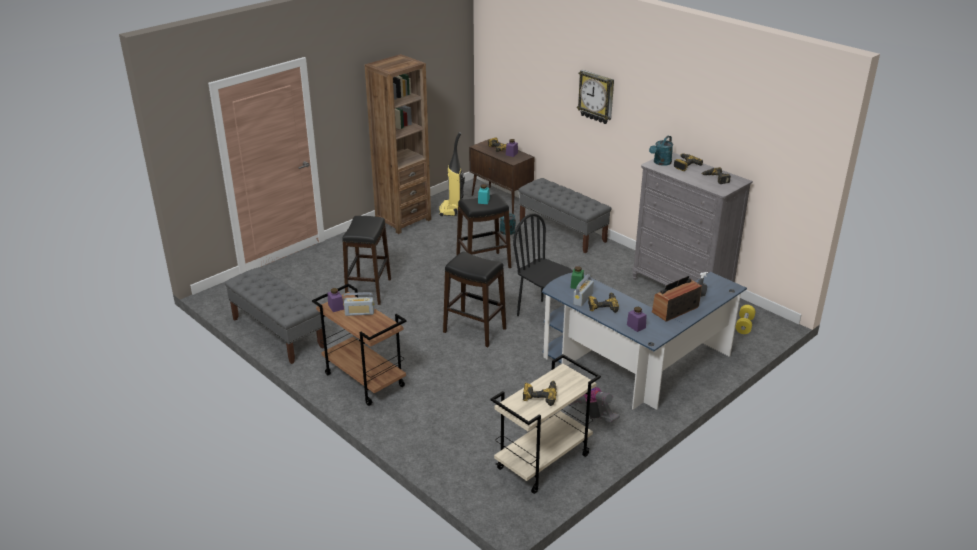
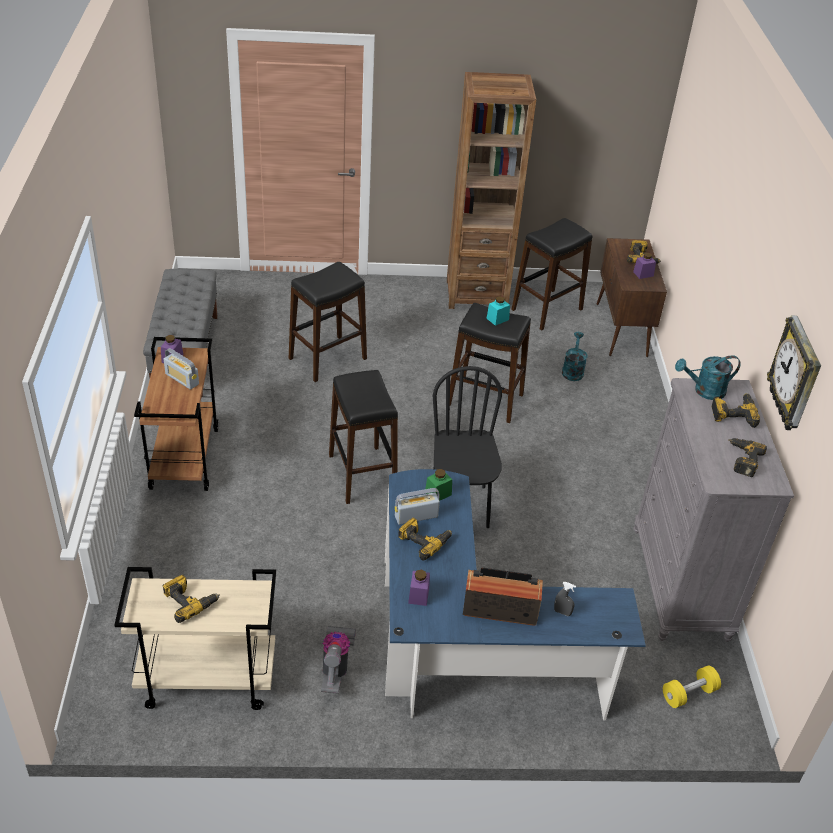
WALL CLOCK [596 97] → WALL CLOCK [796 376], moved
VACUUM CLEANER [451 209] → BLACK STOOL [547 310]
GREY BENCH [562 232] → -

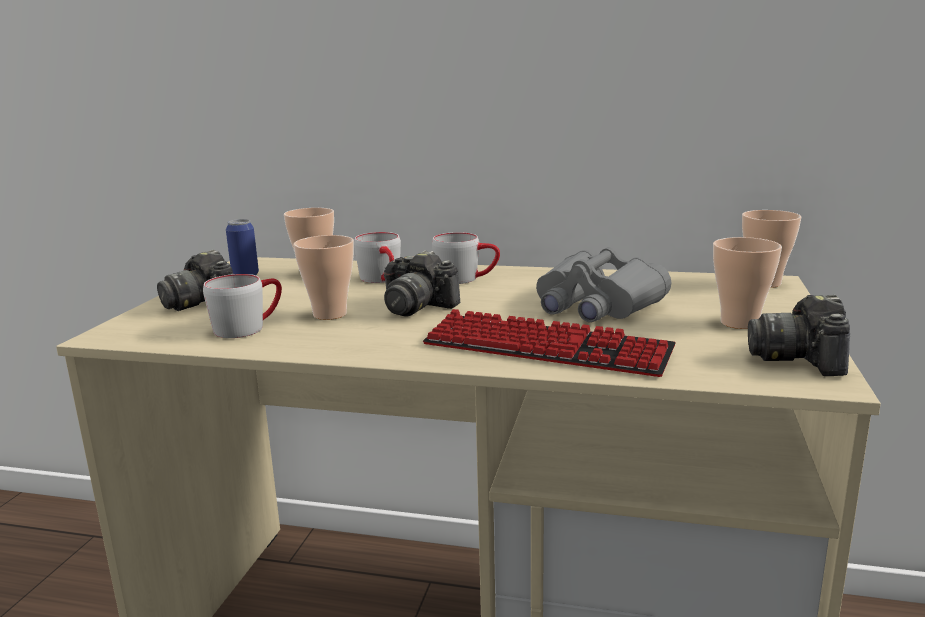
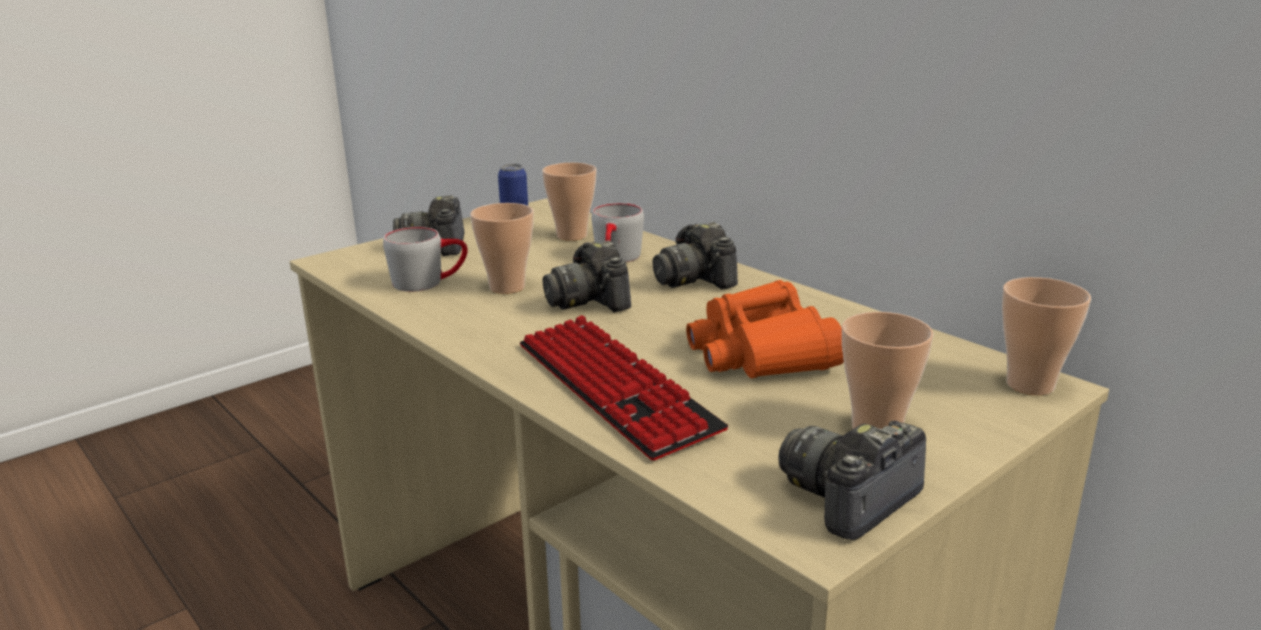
GREY MUG [467 279] → PHOTO CAMERA [695 279]
GREY BINOCULARS [595 305] → ORANGE BINOCULARS [760 352]

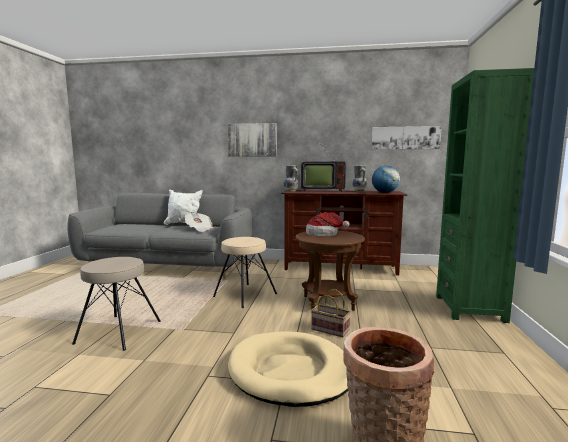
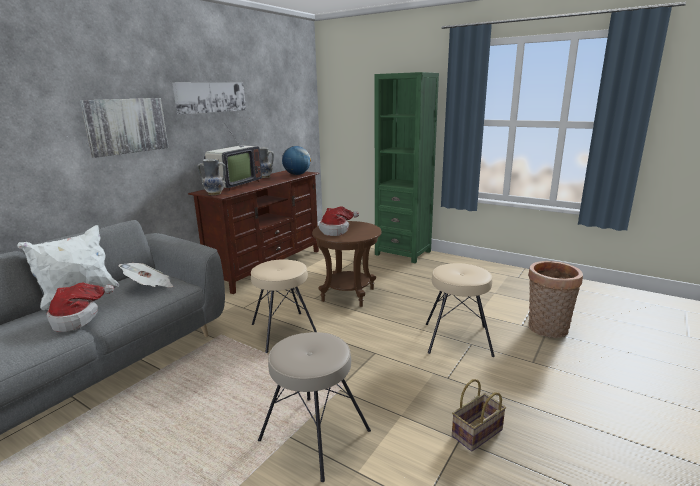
PICTURE [405 138] → PICTURE [210 97], moved
BASKET [329 329] → BASKET [477 434], moved
BEIGE DOG BED [290 372] → BEIGE STOOL [457 338]
- → HAT [78 318]

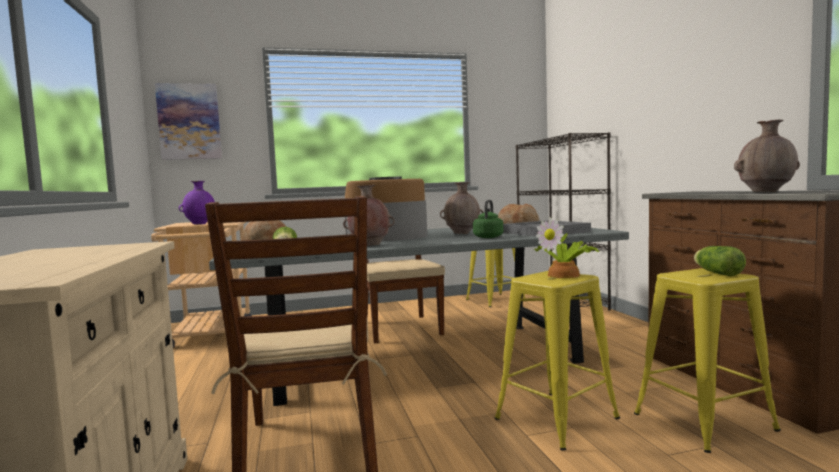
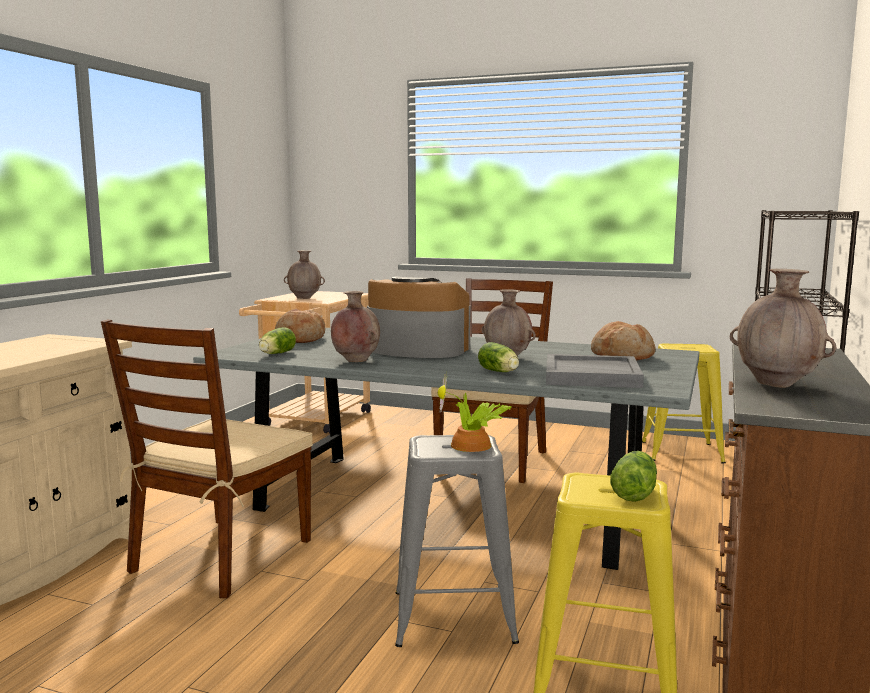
PICTURE [189 122] → -
PURPLE VASE [200 224] → BROWN VASE [304 298]
GREEN KETTLE [488 237] → LETTUCE [499 372]
YELLOW STOOL [556 418] → GREY STOOL [453 616]

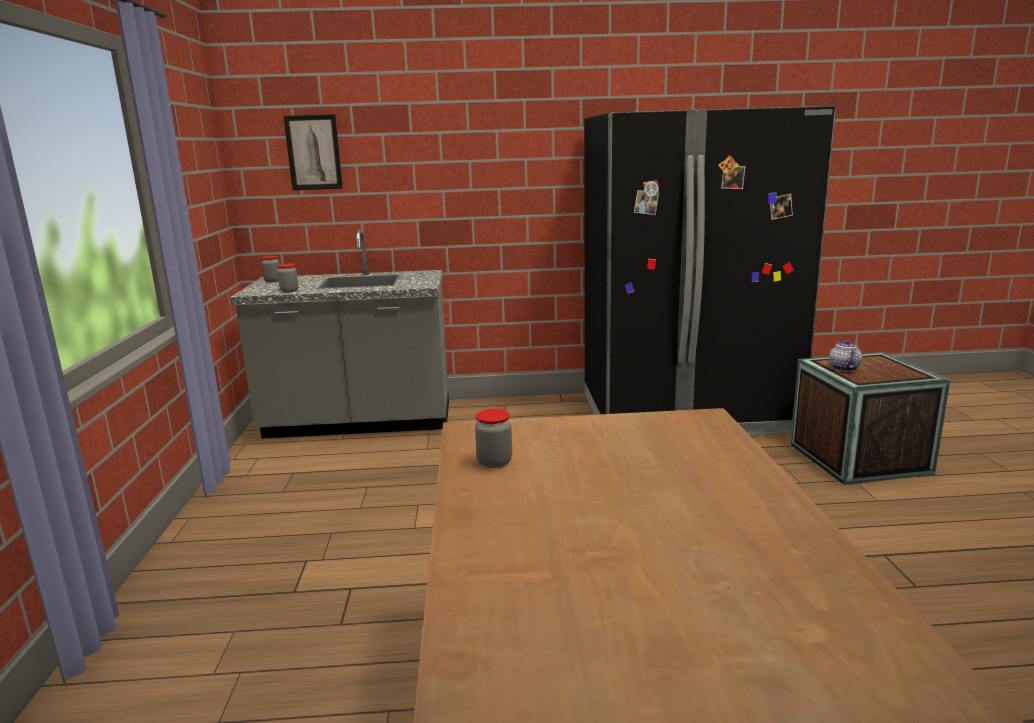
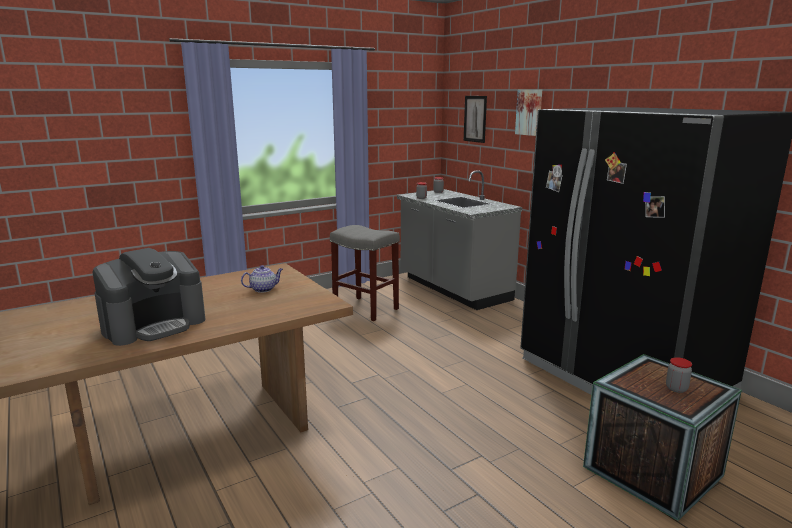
TEAPOT [843 368] → TEAPOT [263 289], moved
JAR [494 462] → JAR [676 388], moved
- → PICTURE [529 112]
- → GREY STOOL [366 309]
- → COFFEE MACHINE [154 325]

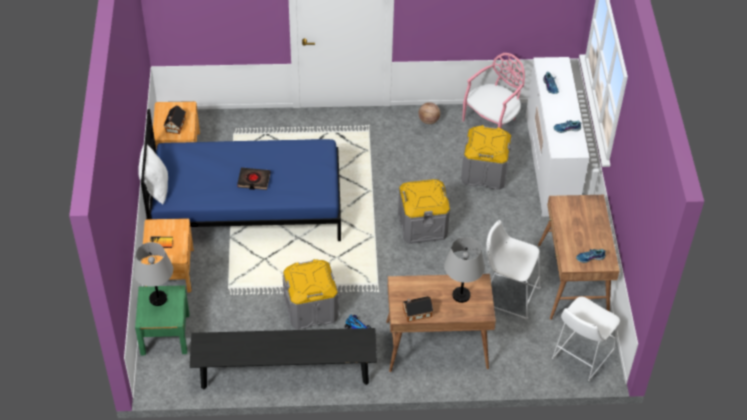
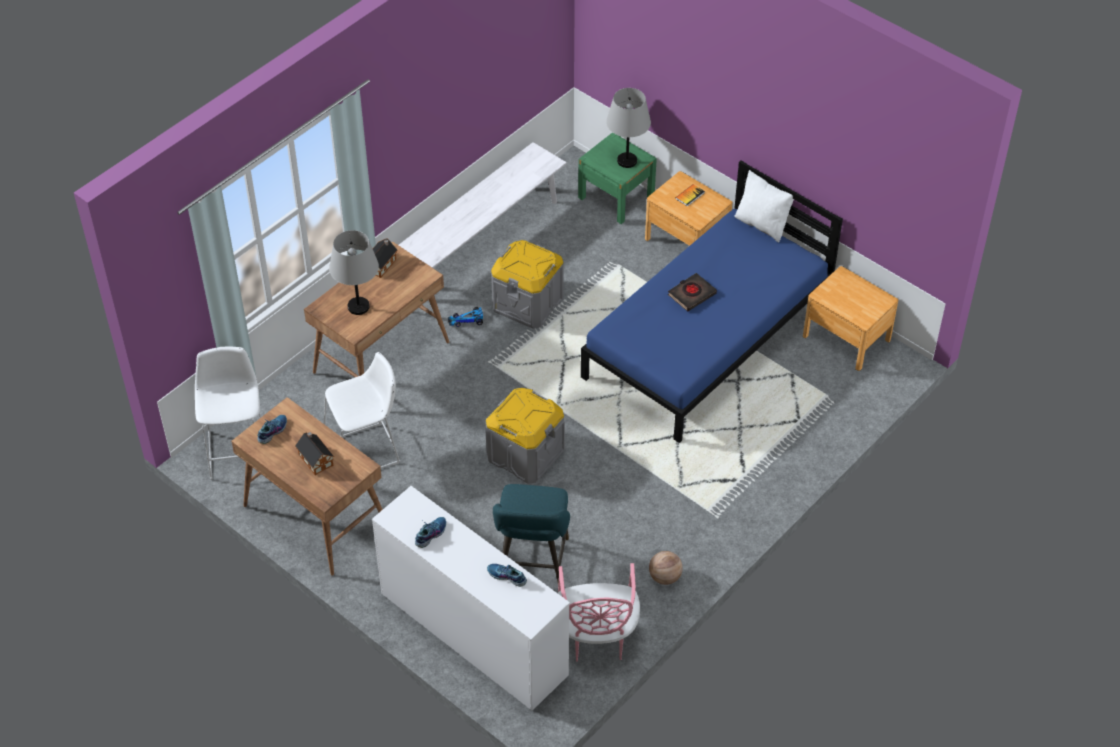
TOY HOUSE [175 126] → TOY HOUSE [315 459], moved
GREY STORAGE BOX [484 172] → TURQUOISE STOOL [532 564]
BLACK BENCH [285 373] → WHITE BENCH [482 242]

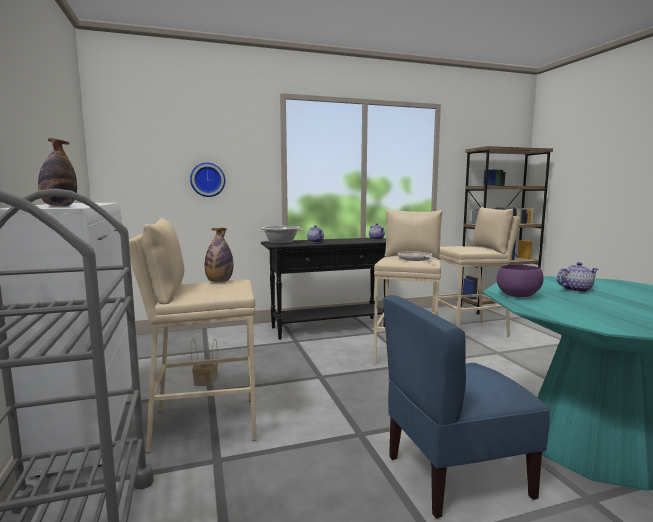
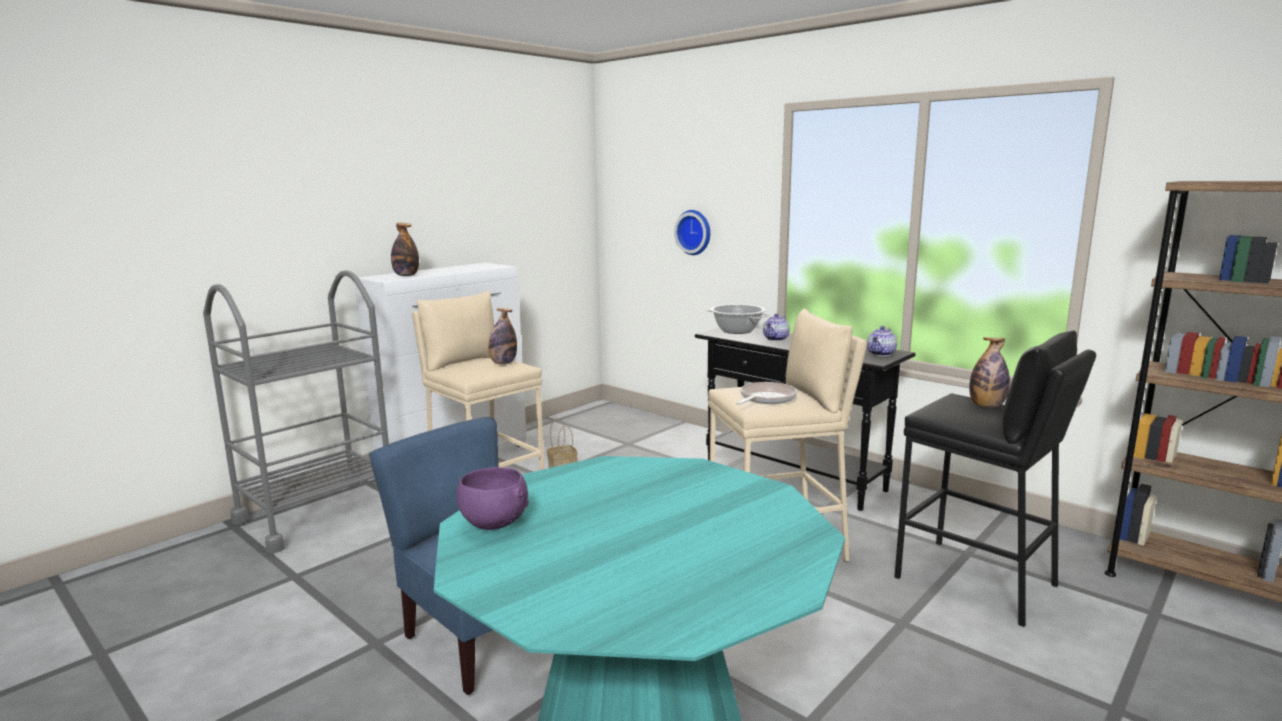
BEIGE STOOL [470 331] → BLACK STOOL [976 581]
TEAPOT [576 290] → -
PURPLE BOWL [517 296] → PURPLE BOWL [493 523], moved
- → BOTTLE [986 406]

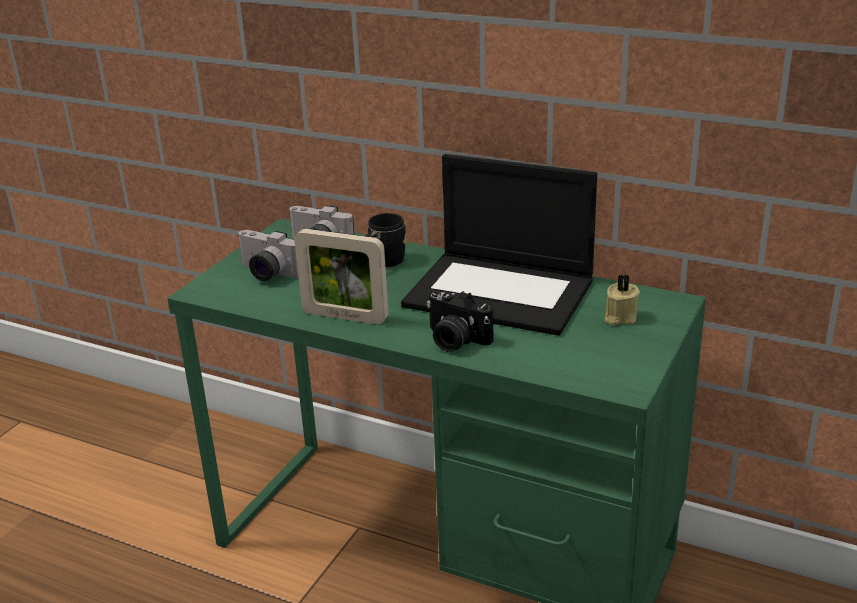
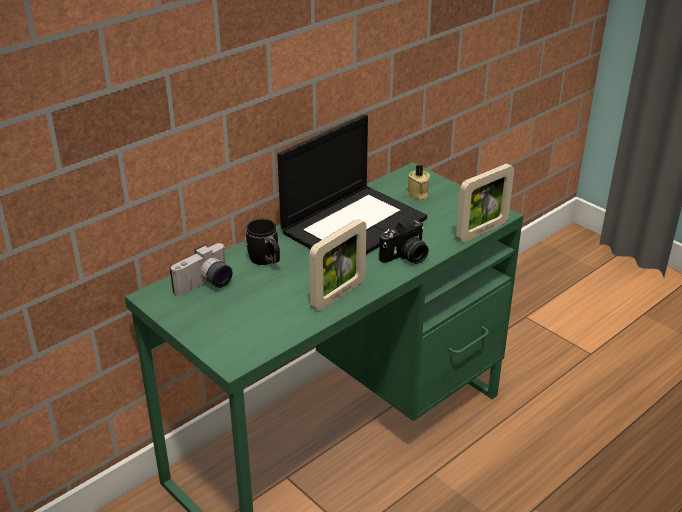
PHOTO CAMERA [266 274] → -
- → PICTURE FRAME [482 231]

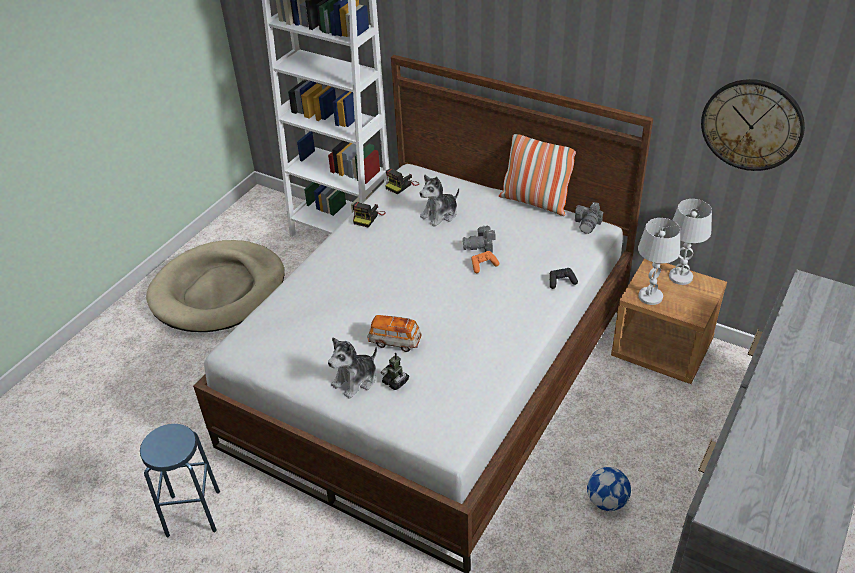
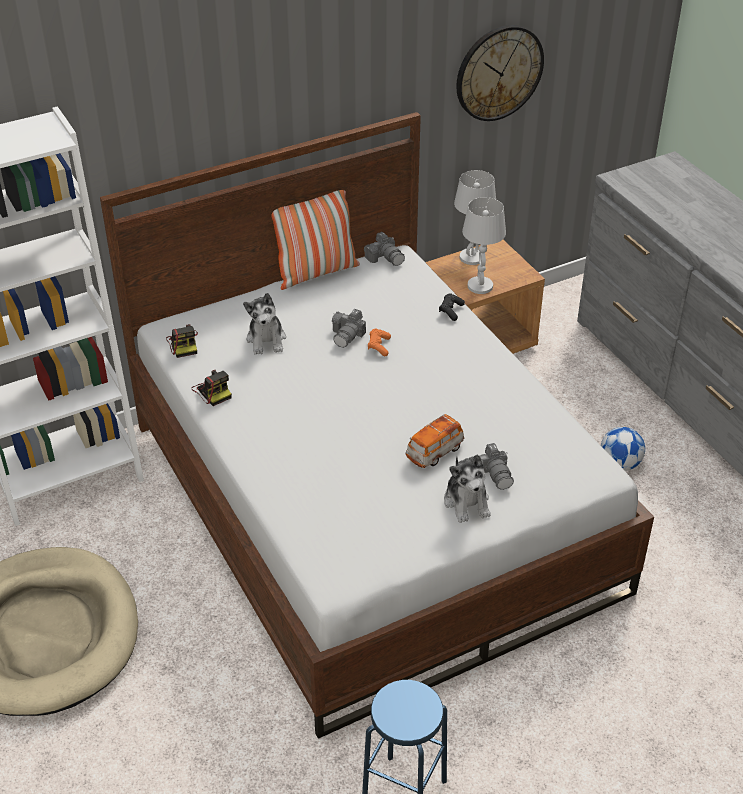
TOY ROBOT [395 381] → PHOTO CAMERA [492 474]

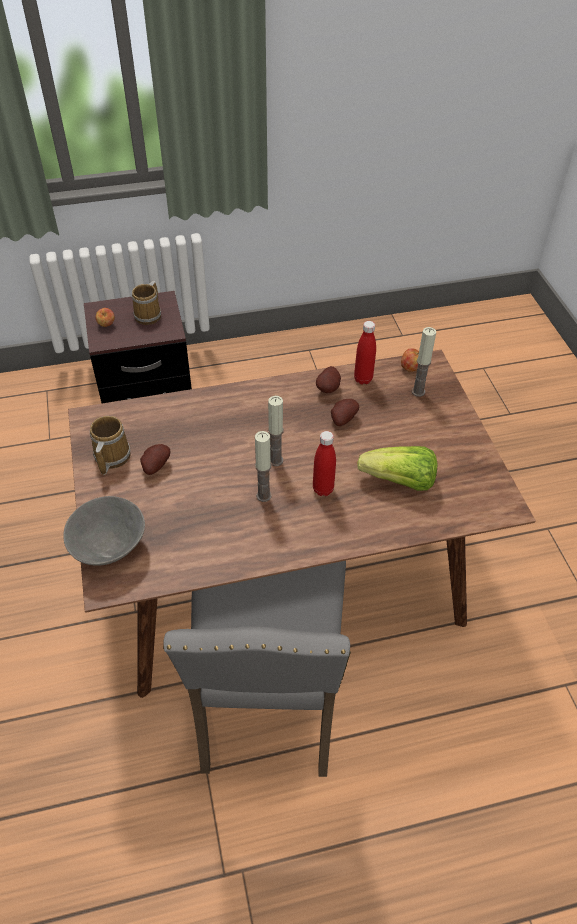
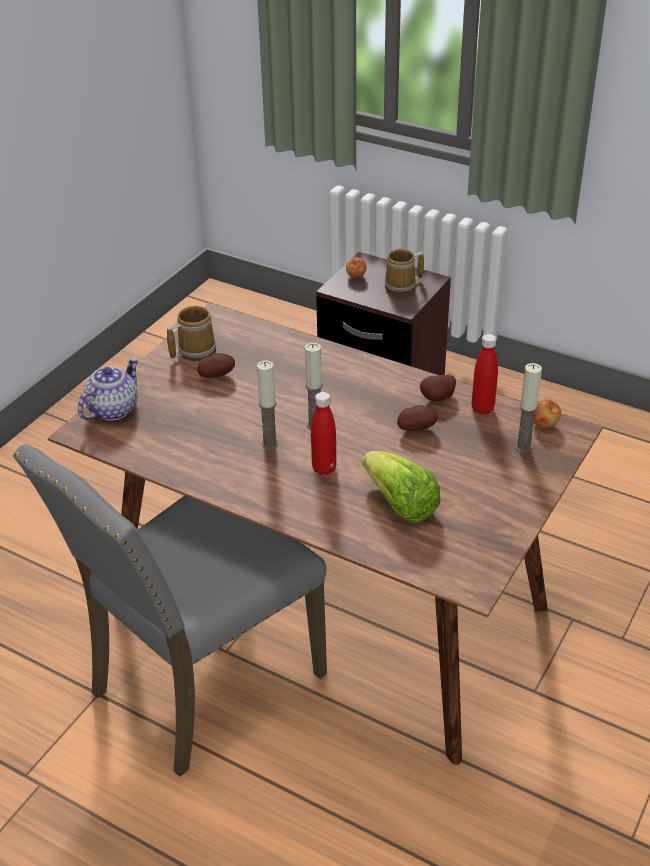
GREY BOWL [108 548] → TEAPOT [113 409]

